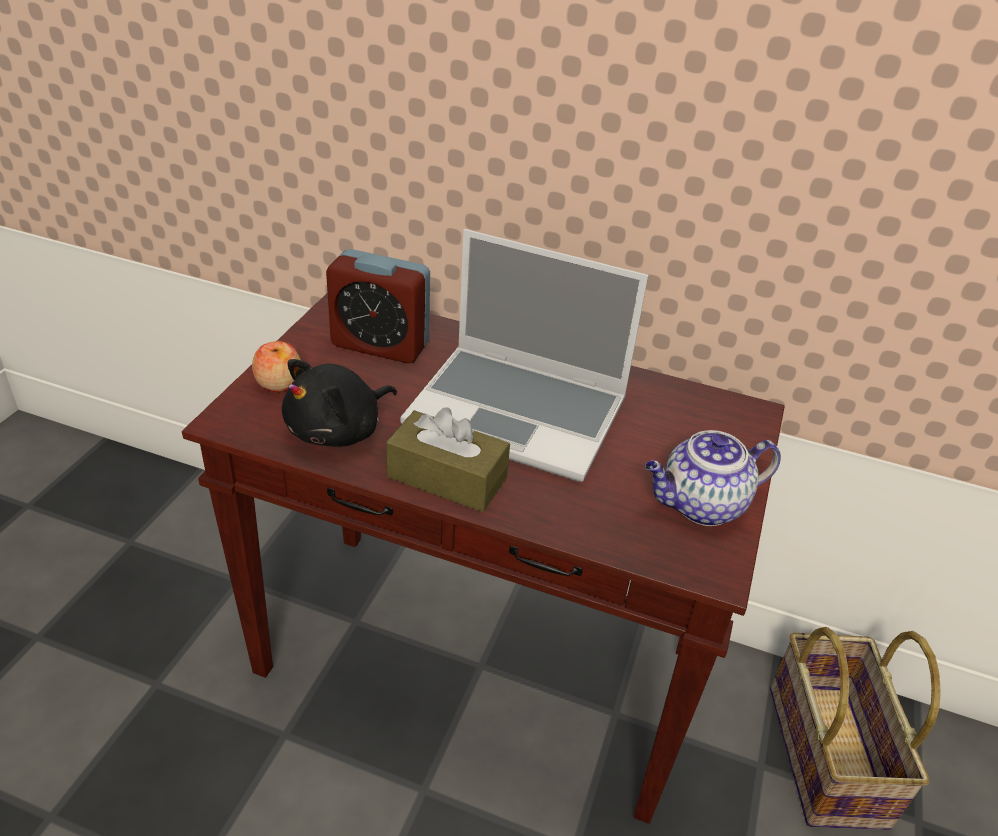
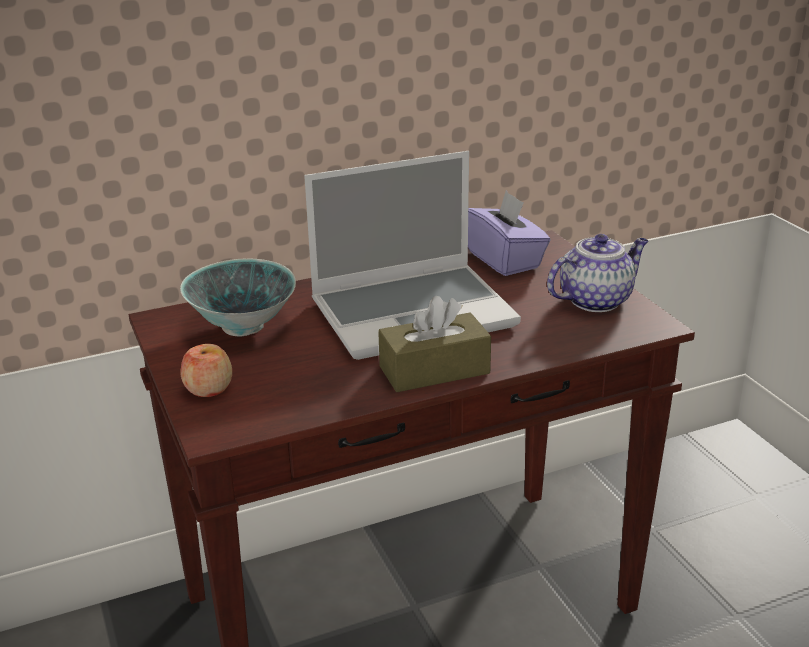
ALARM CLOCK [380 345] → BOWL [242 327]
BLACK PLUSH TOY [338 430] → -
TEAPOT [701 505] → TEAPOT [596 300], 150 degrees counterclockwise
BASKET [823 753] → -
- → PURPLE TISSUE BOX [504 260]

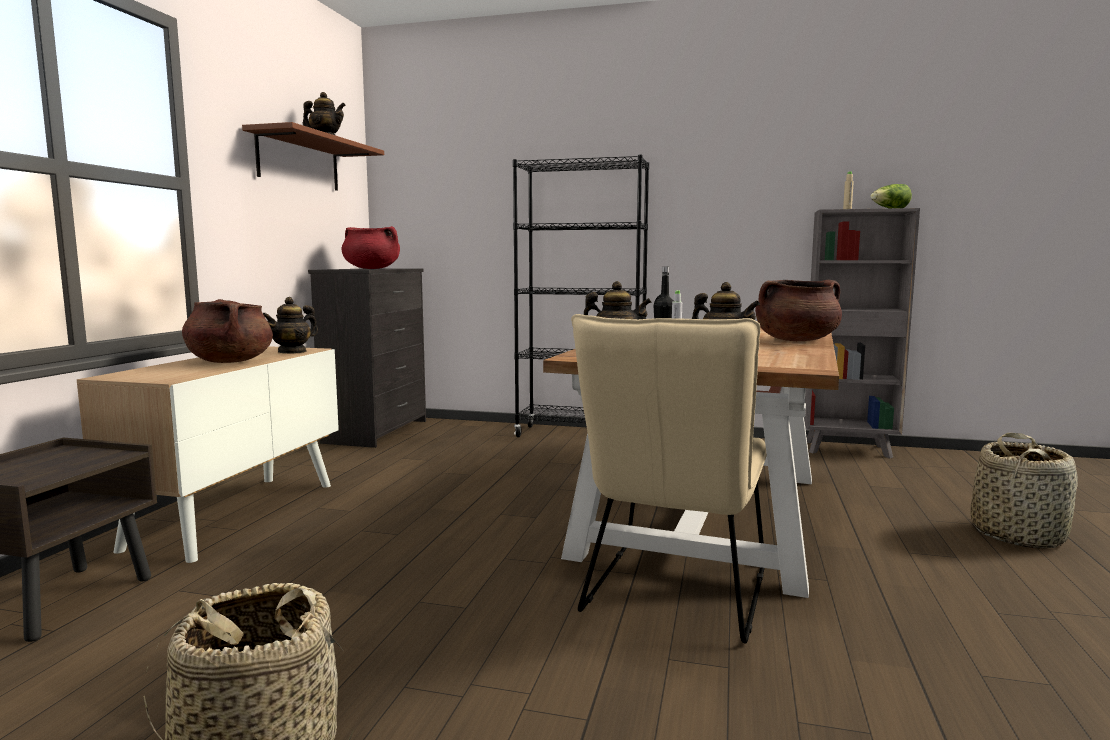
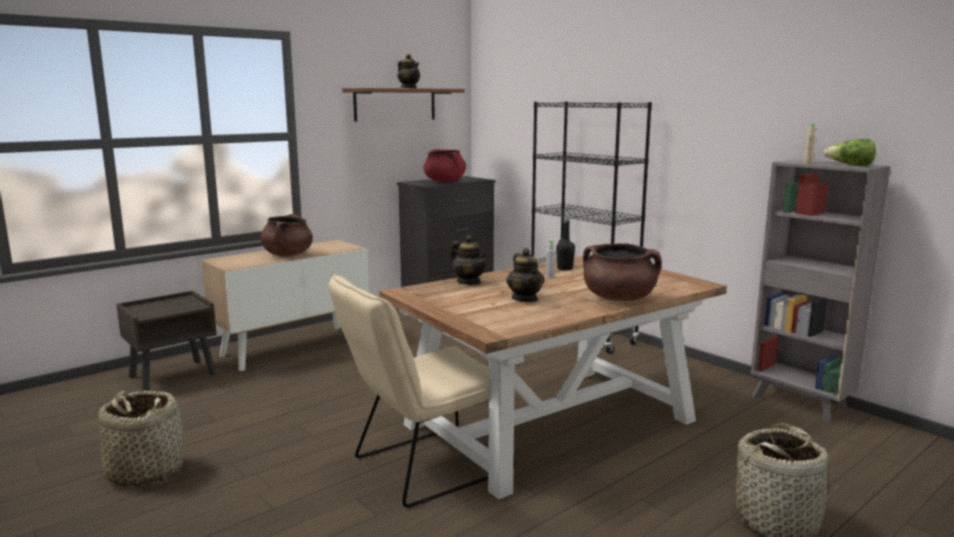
TEAPOT [292 352] → -

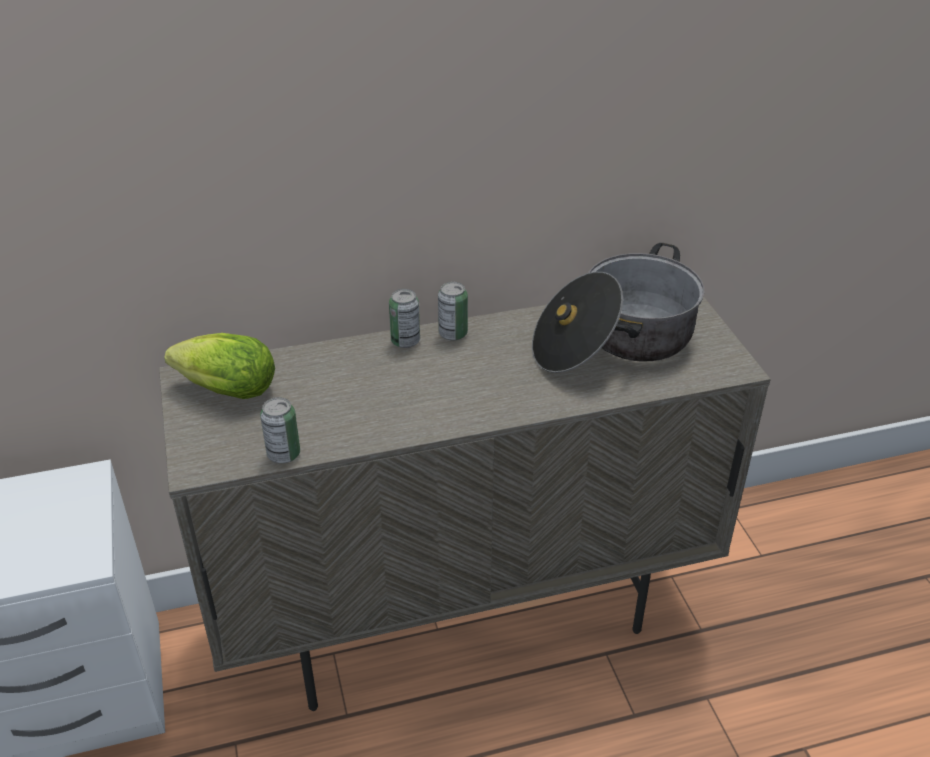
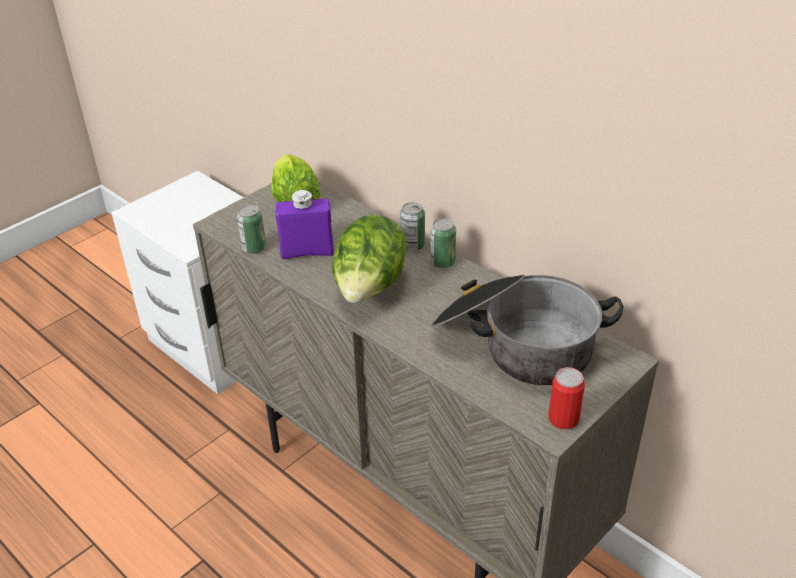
- → PURPLE BOTTLE [307 252]
- → LETTUCE [370 289]
- → CAN [563 418]

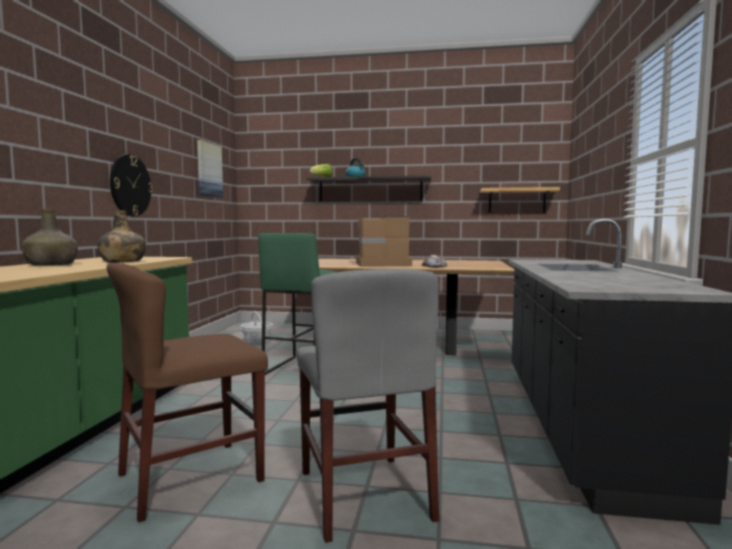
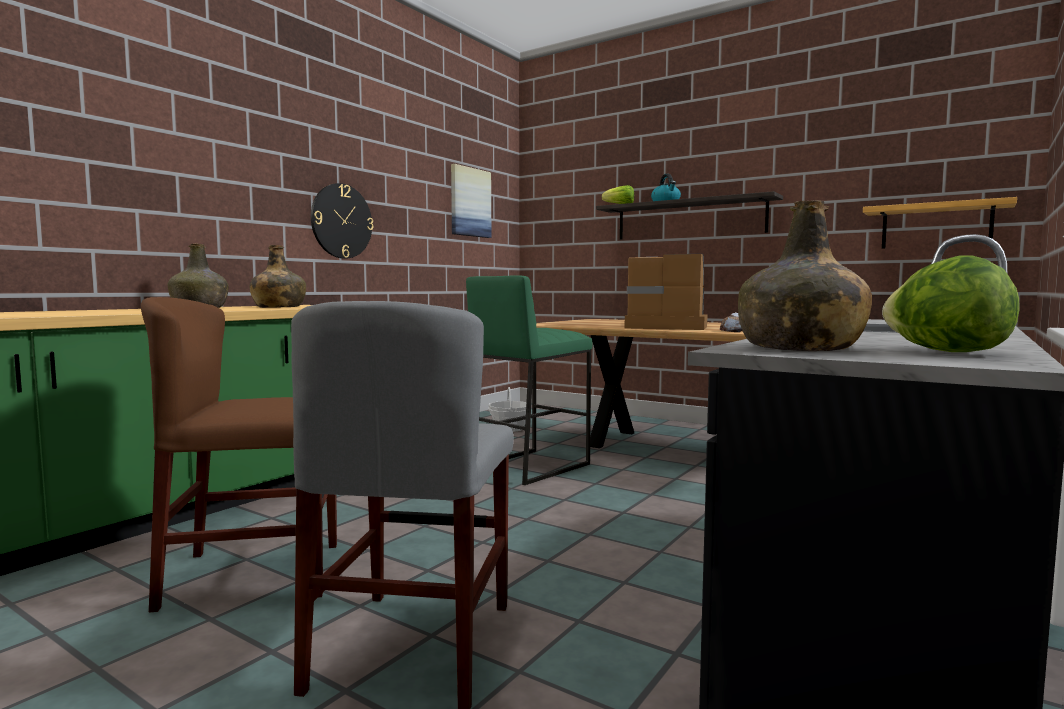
- → GREEN BOTTLE [799 348]
- → LETTUCE [945 351]

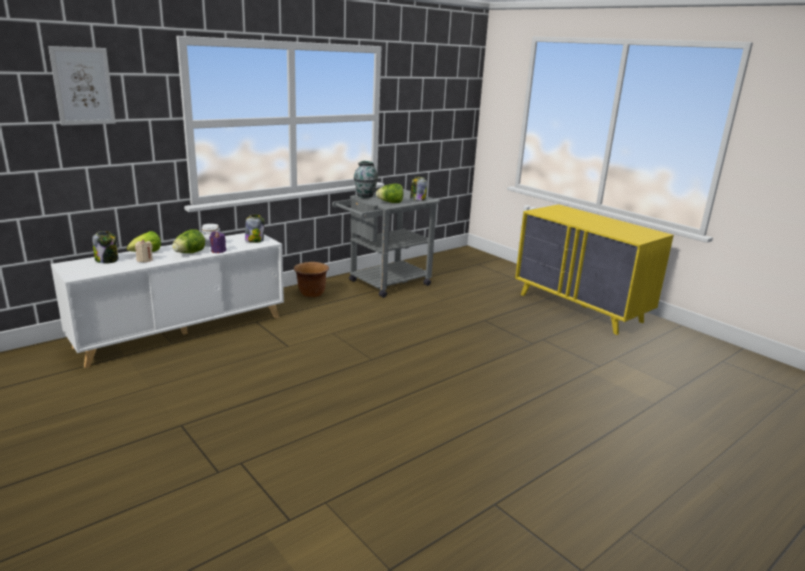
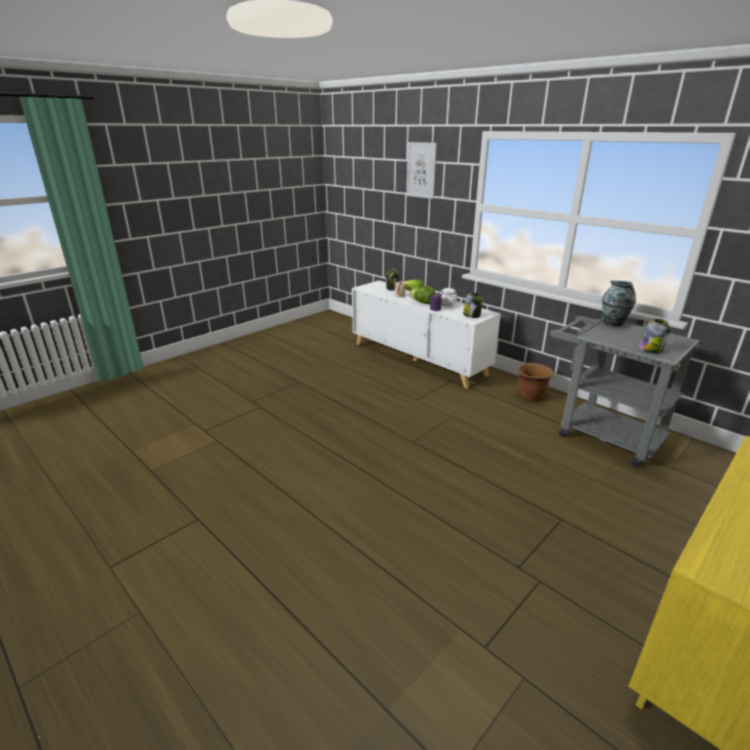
LETTUCE [390 202] → -

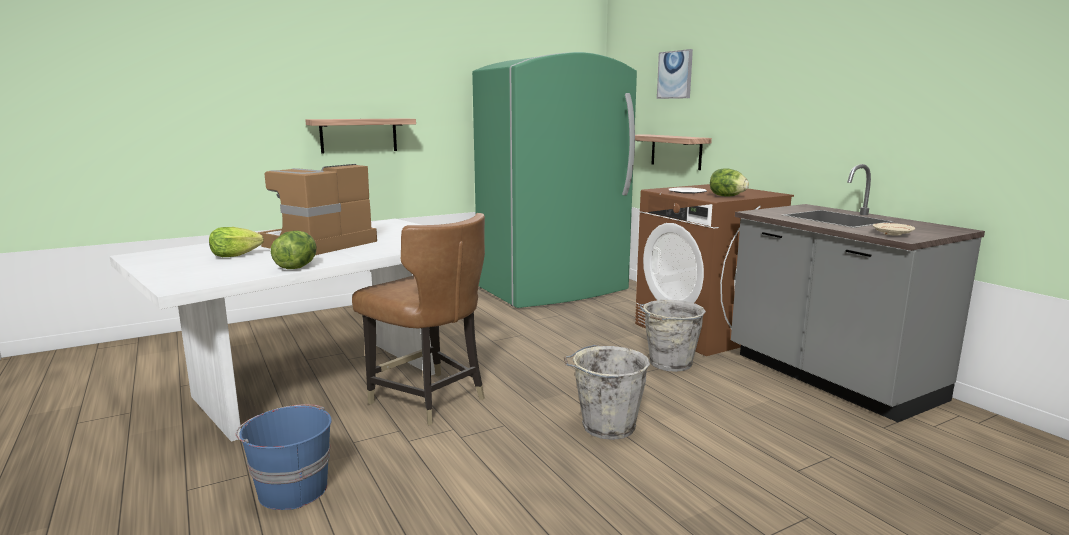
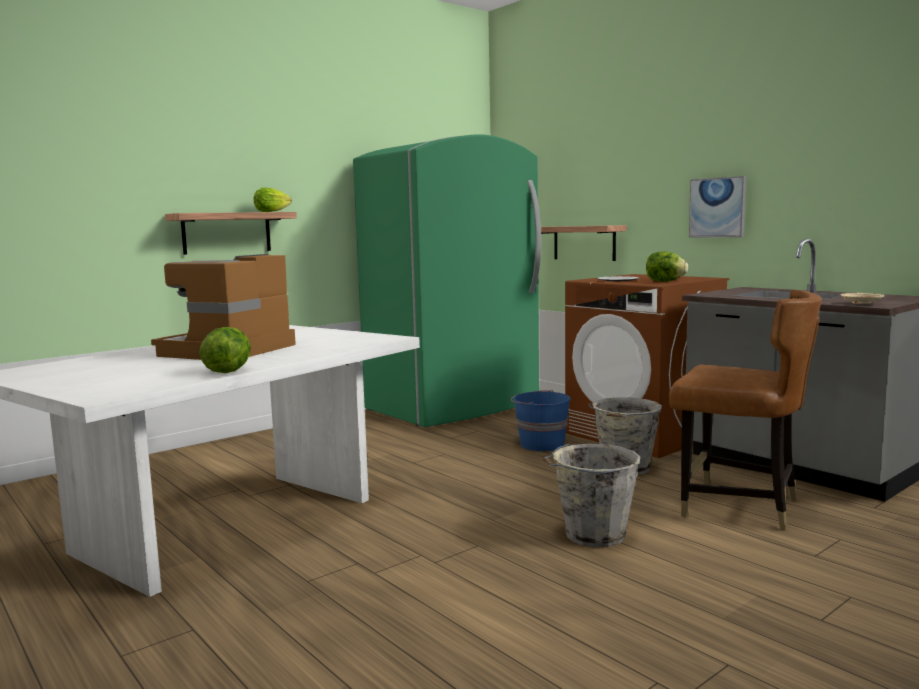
PICTURE [675 74] → PICTURE [717 207], moved
BROWN CHAIR [429 399] → BROWN CHAIR [738 506], moved
LETTUCE [234 256] → LETTUCE [271 212], moved
BLUE BUCKET [292 489] → BLUE BUCKET [541 444], moved

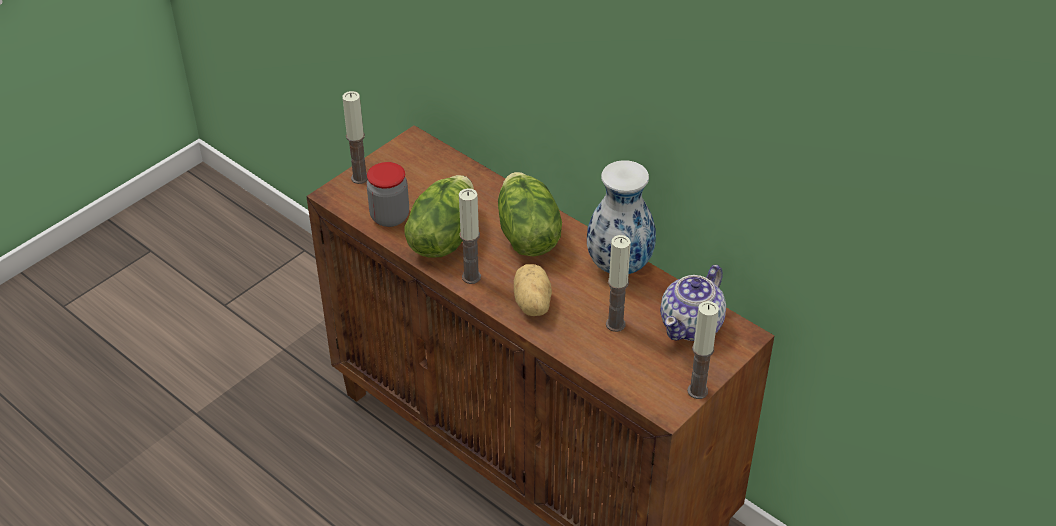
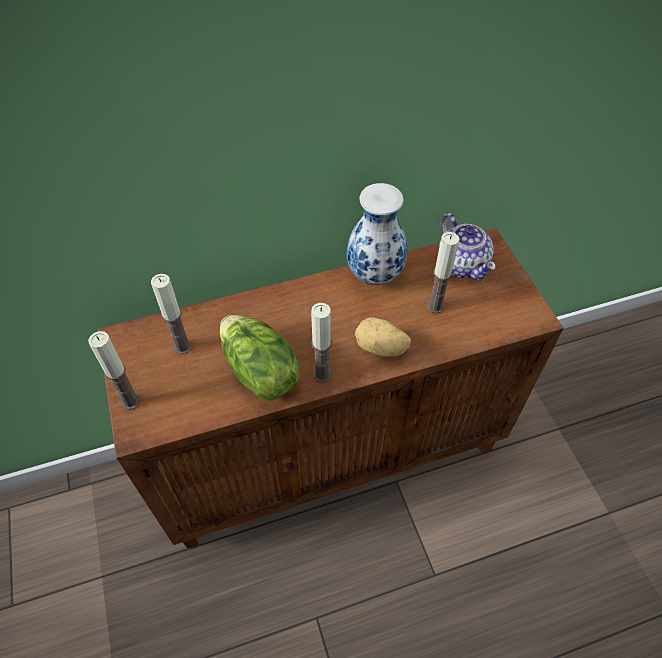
JAR [390 217] → -
LETTUCE [526 235] → -
CANDLE [697 391] → CANDLE [182 347], moved

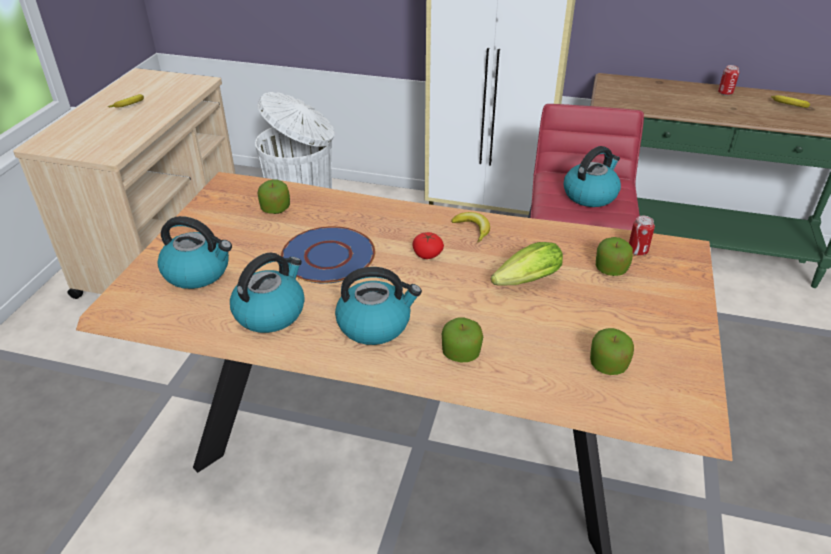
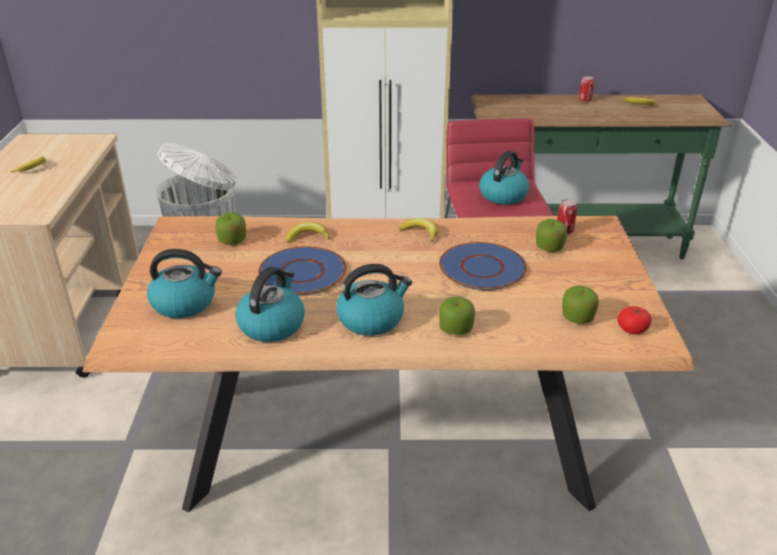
TOMATO [427 254] → TOMATO [632 329], moved
LETTUCE [523 282] → BLUE PLATE [482 268]
- → BANANA [308 237]

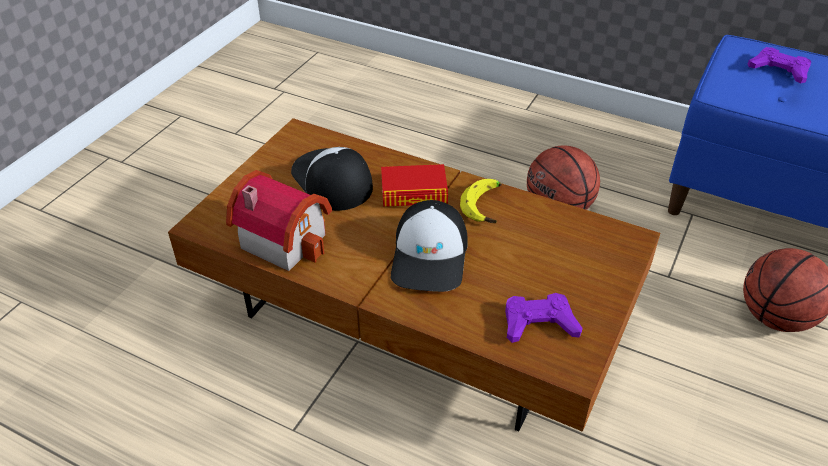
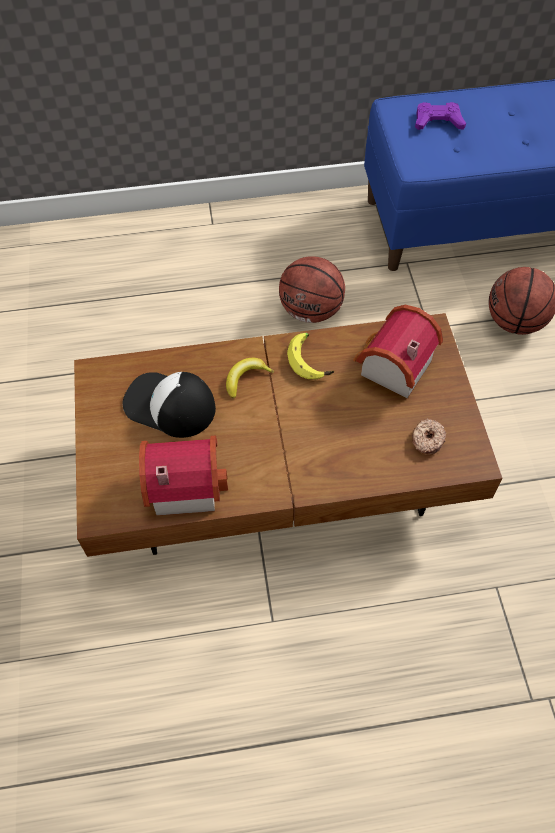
BOOK [414 192] → BANANA [246 379]
CAP [430 256] → -
PURPLE GAME CONTROLLER [539 323] → DONUT [427 440]
- → TOY HOUSE [391 367]

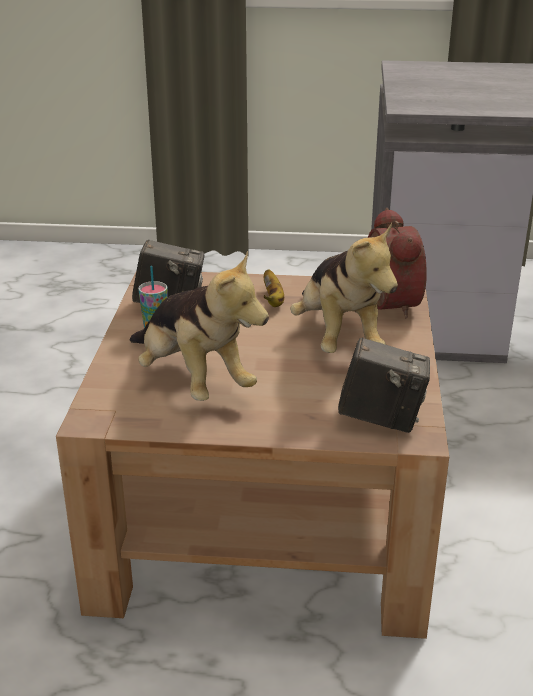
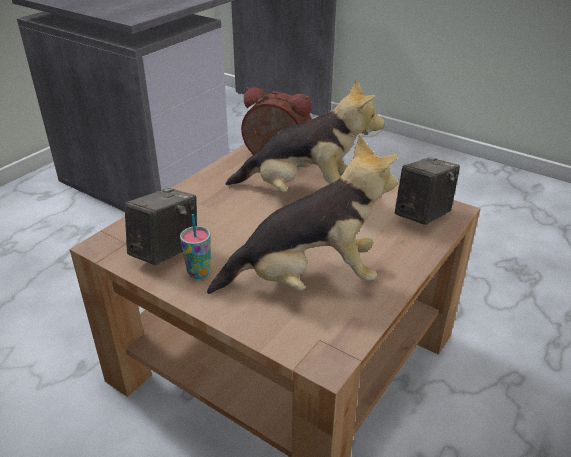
BANANA [273 300] → -

